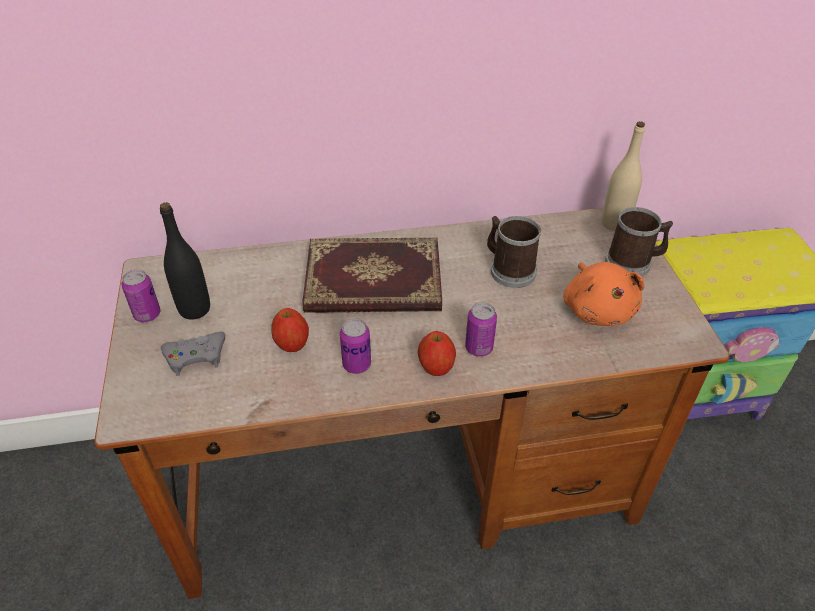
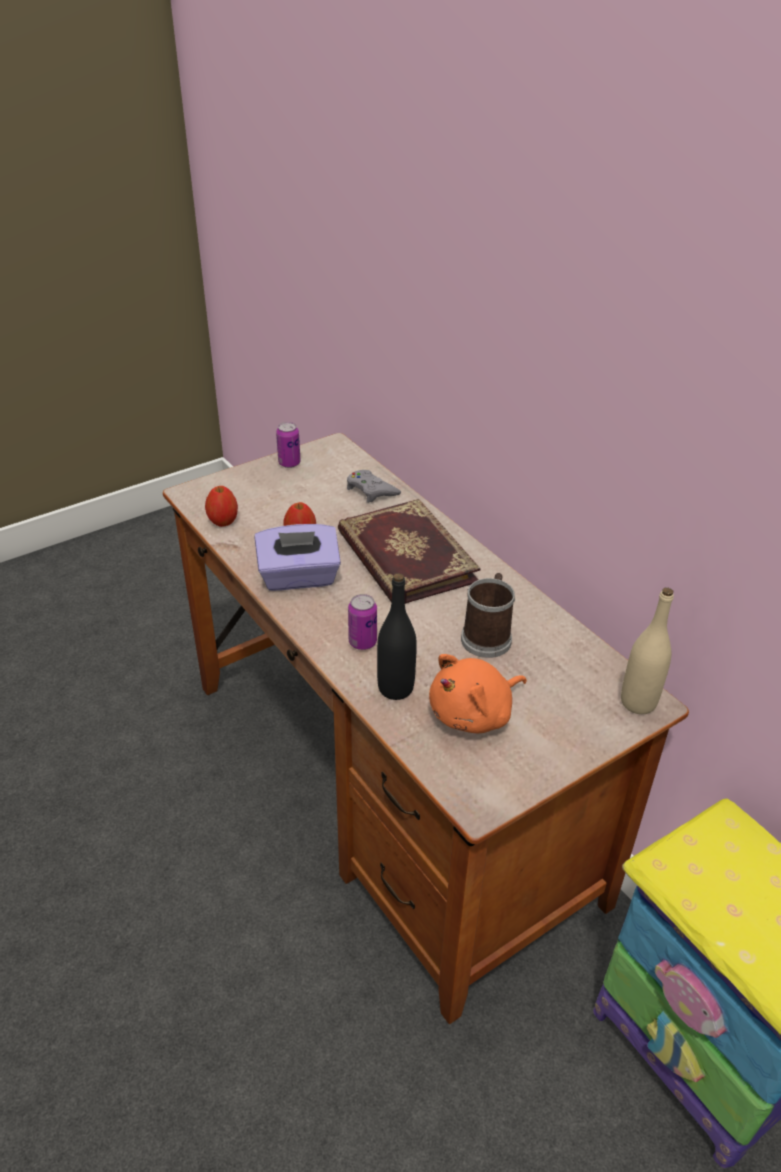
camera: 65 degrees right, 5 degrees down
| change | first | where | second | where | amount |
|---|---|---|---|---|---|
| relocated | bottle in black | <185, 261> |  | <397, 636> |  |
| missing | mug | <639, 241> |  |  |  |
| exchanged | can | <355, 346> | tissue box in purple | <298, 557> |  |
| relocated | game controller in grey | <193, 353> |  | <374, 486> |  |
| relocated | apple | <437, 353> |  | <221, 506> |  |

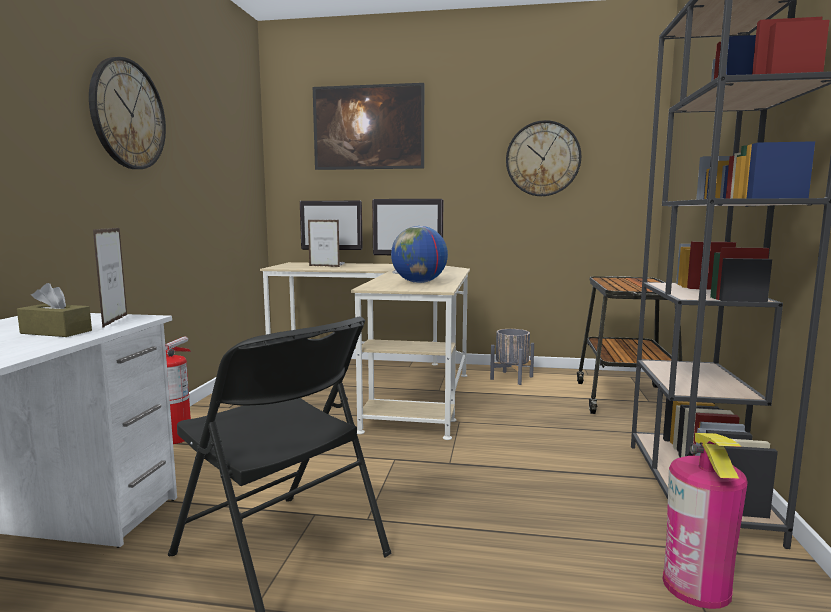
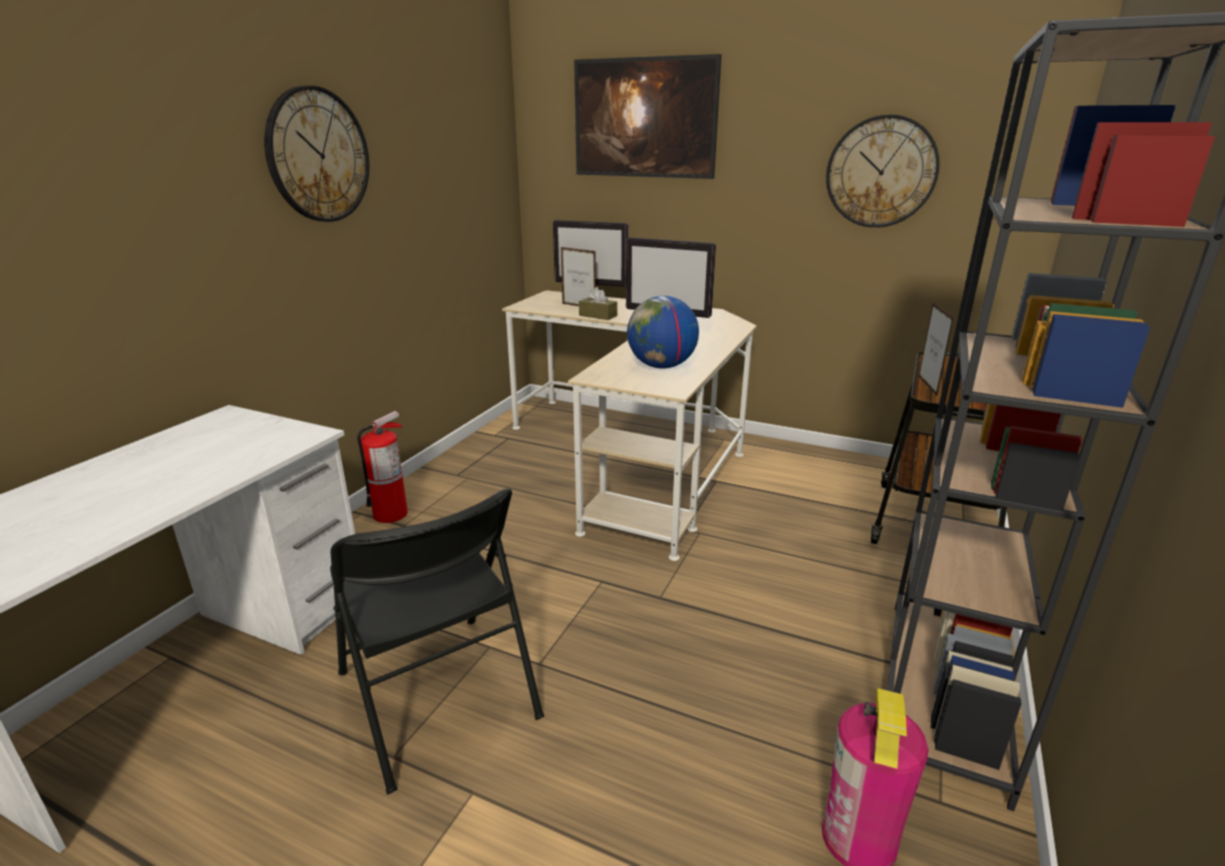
camera: 15 degrees right, 15 degrees up
| change | first | where | second | where | amount |
|---|---|---|---|---|---|
| relocated | picture frame | <110, 278> |  | <936, 349> |  |
| relocated | tissue box in brown | <54, 310> |  | <598, 303> |  |
| missing | planter in grey | <512, 357> |  |  |  |

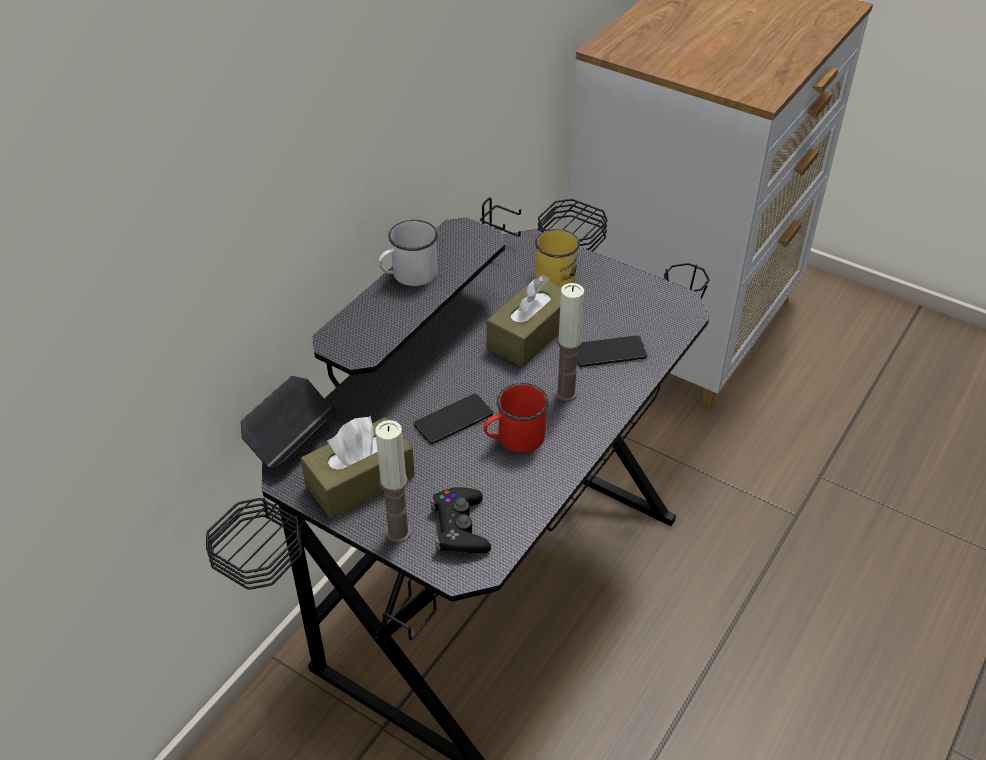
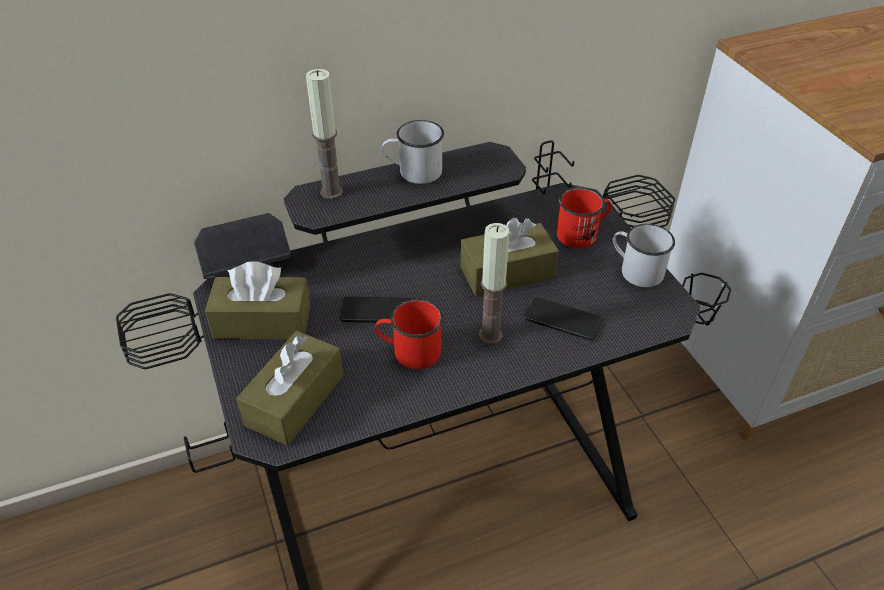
camera: 35 degrees right, 0 degrees up
| change | first | where | second | where | amount |
|---|---|---|---|---|---|
| colour | mug in yellow | <557, 258> | mug in red | <584, 218> |  |
| relocated | candle | <393, 481> |  | <324, 134> |  |
| exchanged | game controller in black | <460, 520> | tissue box in brown | <289, 388> |  |
| appeared |  |  | mug in white | <644, 255> |  |

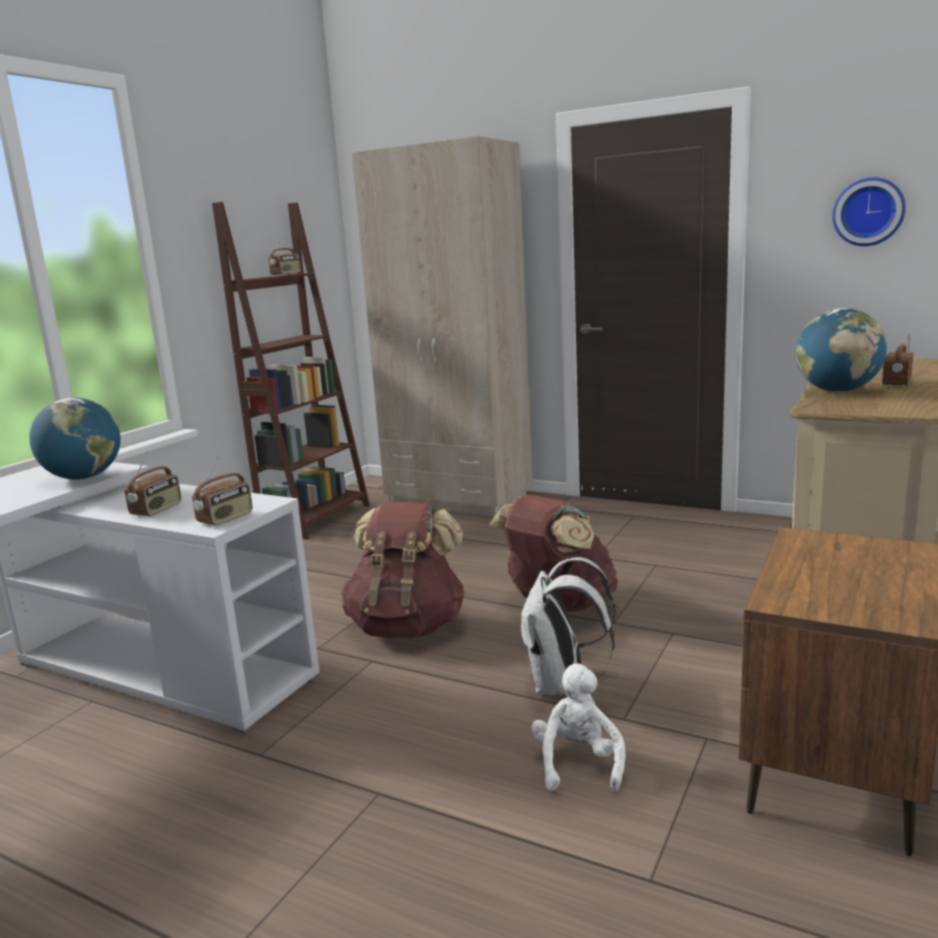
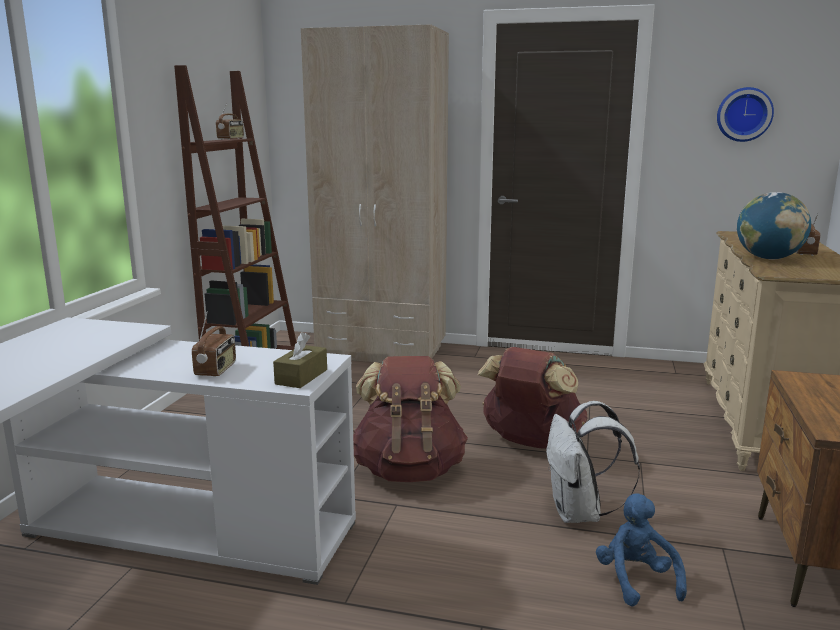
camera: 15 degrees left, 0 degrees up
| change | first | where | second | where | amount |
|---|---|---|---|---|---|
| missing | globe | <75, 439> |  |  |  |
| exchanged | radio | <222, 491> | tissue box in brown | <300, 360> |  |
| colour | plush toy in white | <579, 728> | plush toy in blue | <641, 549> |  |

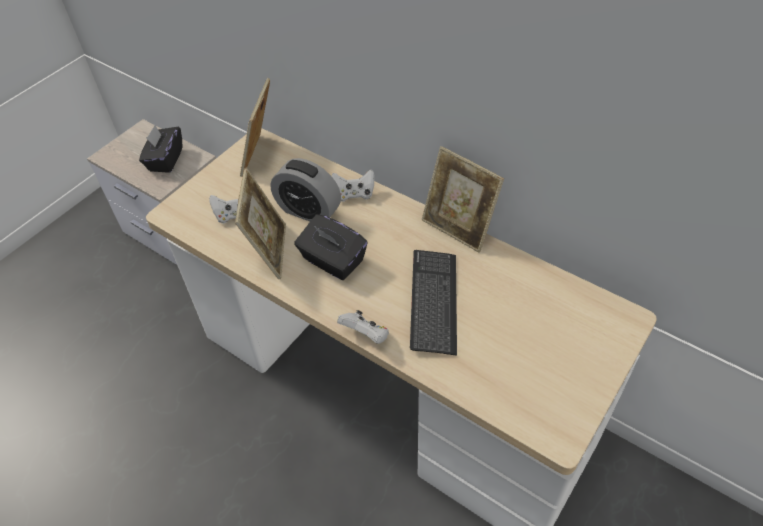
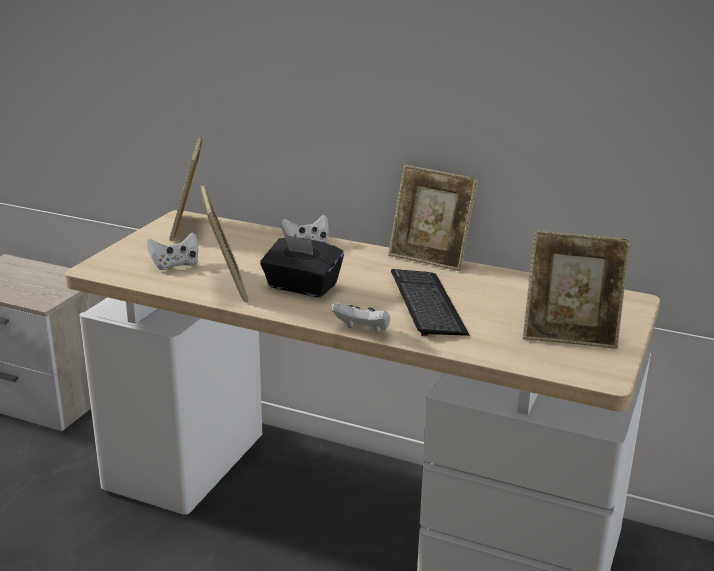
camera: 15 degrees left, 25 degrees down
| change | first | where | second | where | amount |
|---|---|---|---|---|---|
| missing | tissue box in black | <161, 149> |  |  |  |
| missing | alarm clock | <305, 189> |  |  |  |
| appeared |  |  | picture frame | <577, 289> |  |

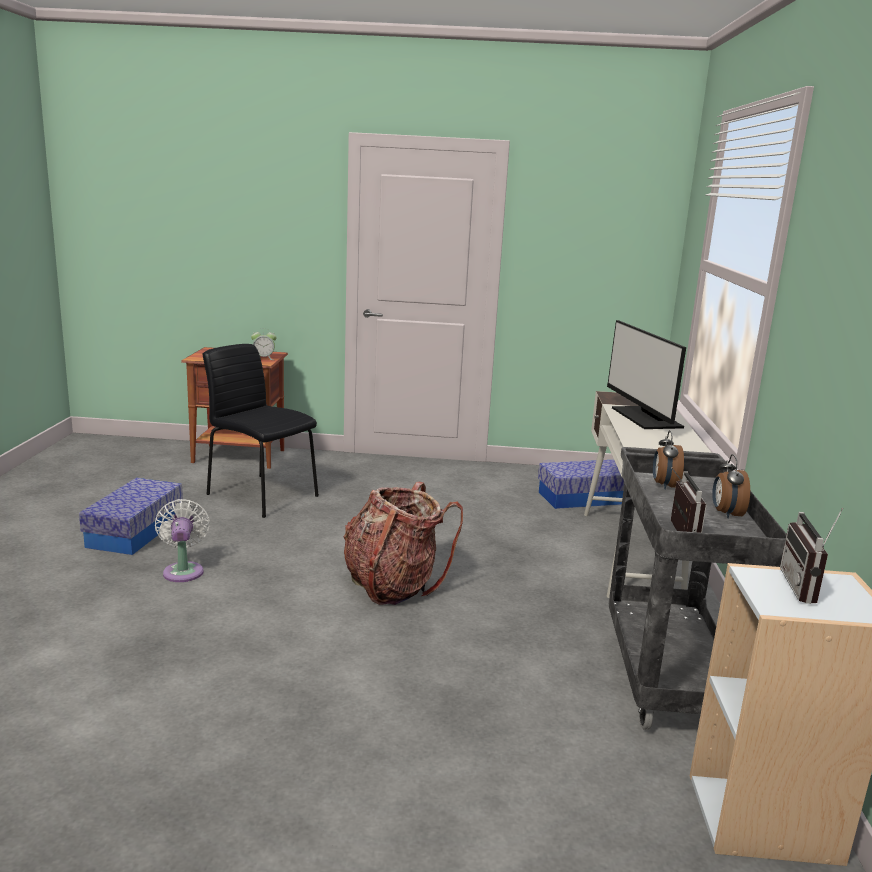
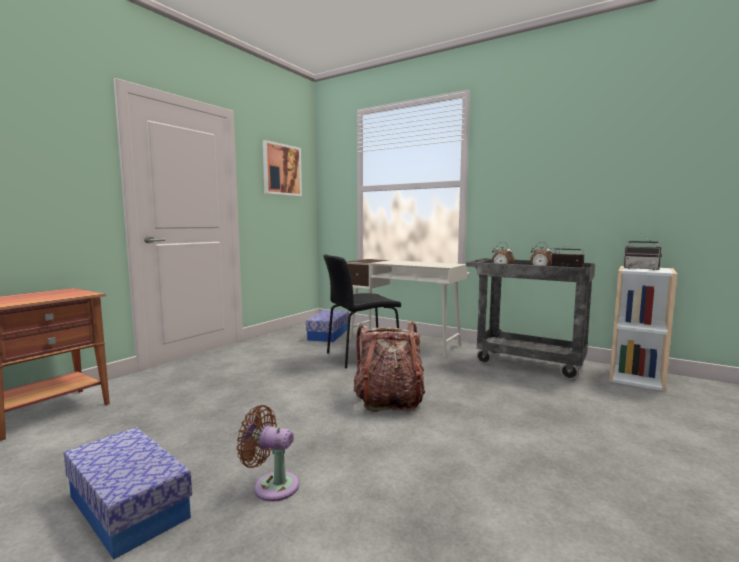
camera: 60 degrees left, 10 degrees down
| change | first | where | second | where | amount |
|---|---|---|---|---|---|
| missing | monitor | <646, 374> |  |  |  |
| missing | alarm clock | <264, 344> |  |  |  |
| relocated | chair in black | <261, 431> |  | <362, 311> |  |
| colour | fan in white | <182, 540> | fan in brown | <268, 453> |  |
| appeared |  |  | picture | <282, 168> |  |

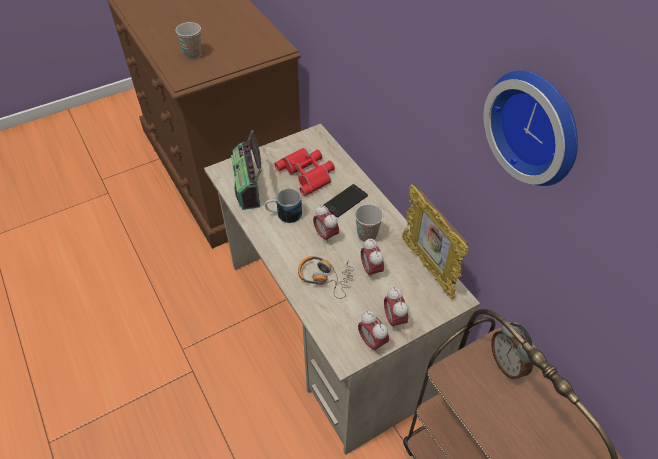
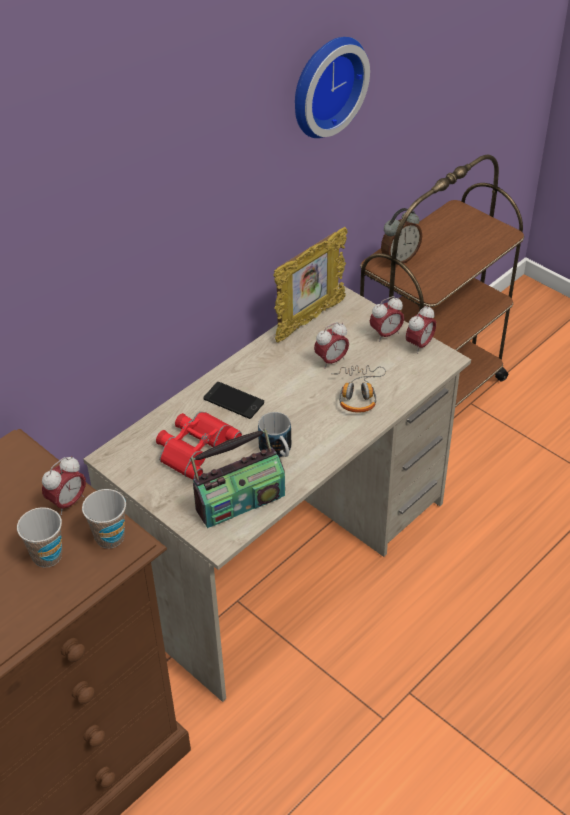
camera: 105 degrees left, 5 degrees down
| change | first | where | second | where | amount |
|---|---|---|---|---|---|
| relocated | cup | <369, 223> |  | <104, 519> |  |
| relocated | alarm clock | <326, 224> |  | <64, 485> |  |

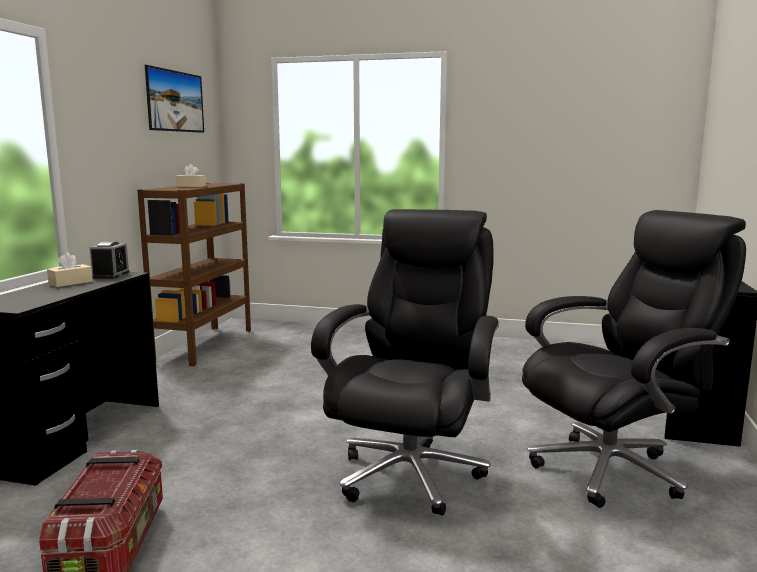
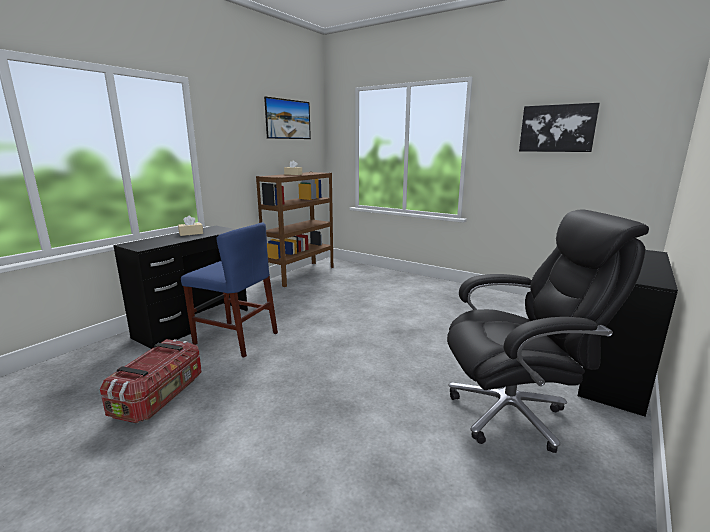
camera: 20 degrees right, 5 degrees up
| change | first | where | second | where | amount |
|---|---|---|---|---|---|
| missing | office chair in black | <405, 362> |  |  |  |
| missing | alarm clock | <109, 260> |  |  |  |
| appeared |  |  | picture | <559, 127> |  |
| appeared |  |  | chair in blue | <229, 290> |  |

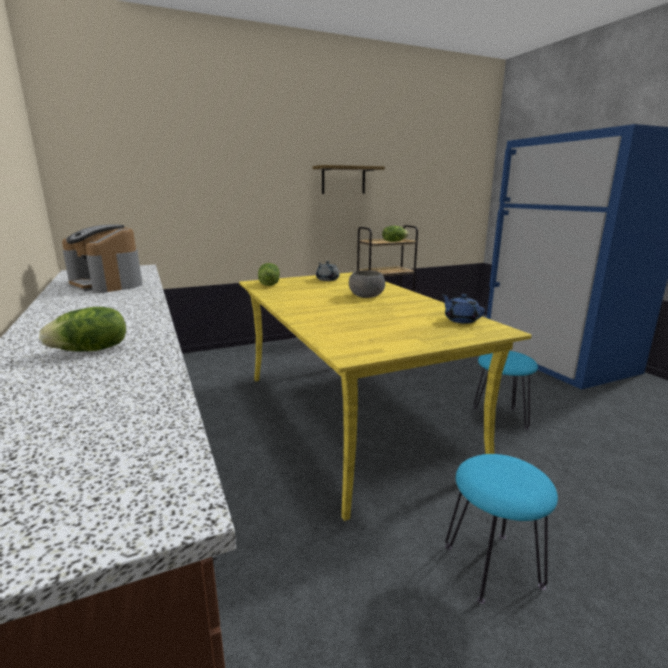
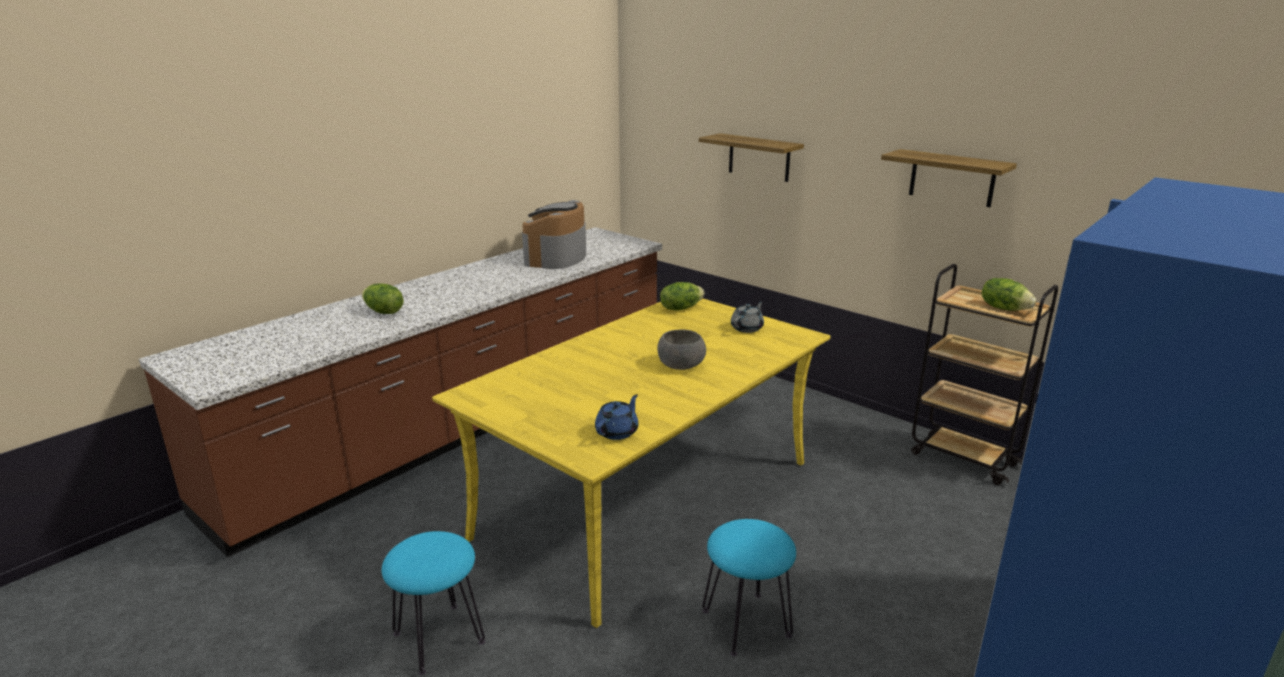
camera: 65 degrees right, 5 degrees up
| change | first | where | second | where | amount |
|---|---|---|---|---|---|
| appeared |  |  | shelf | <751, 157> |  |

